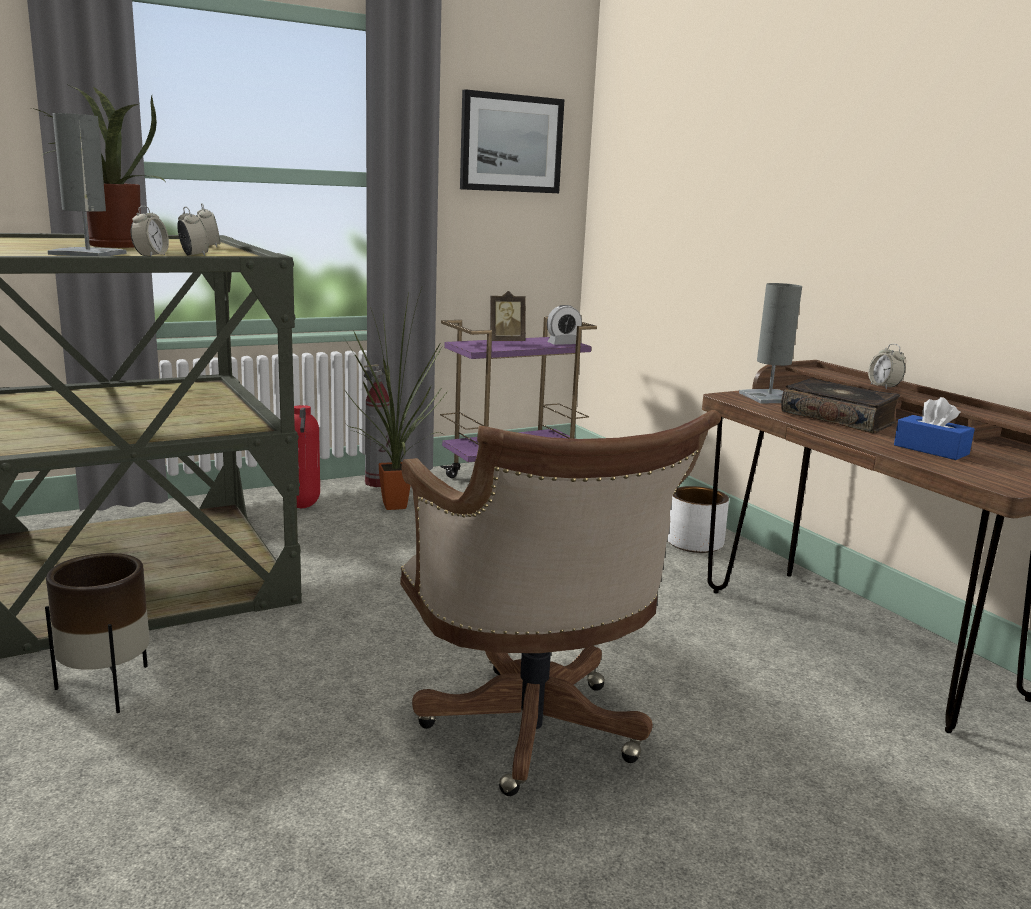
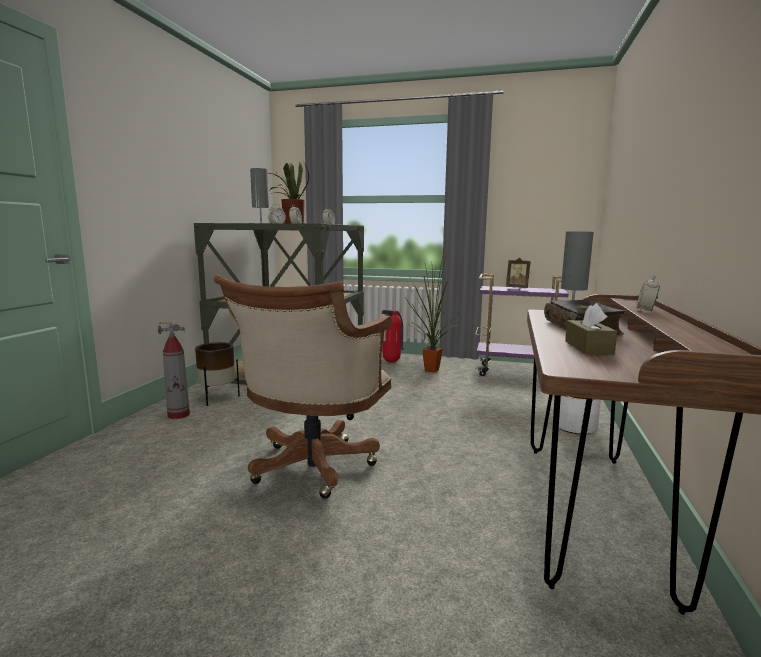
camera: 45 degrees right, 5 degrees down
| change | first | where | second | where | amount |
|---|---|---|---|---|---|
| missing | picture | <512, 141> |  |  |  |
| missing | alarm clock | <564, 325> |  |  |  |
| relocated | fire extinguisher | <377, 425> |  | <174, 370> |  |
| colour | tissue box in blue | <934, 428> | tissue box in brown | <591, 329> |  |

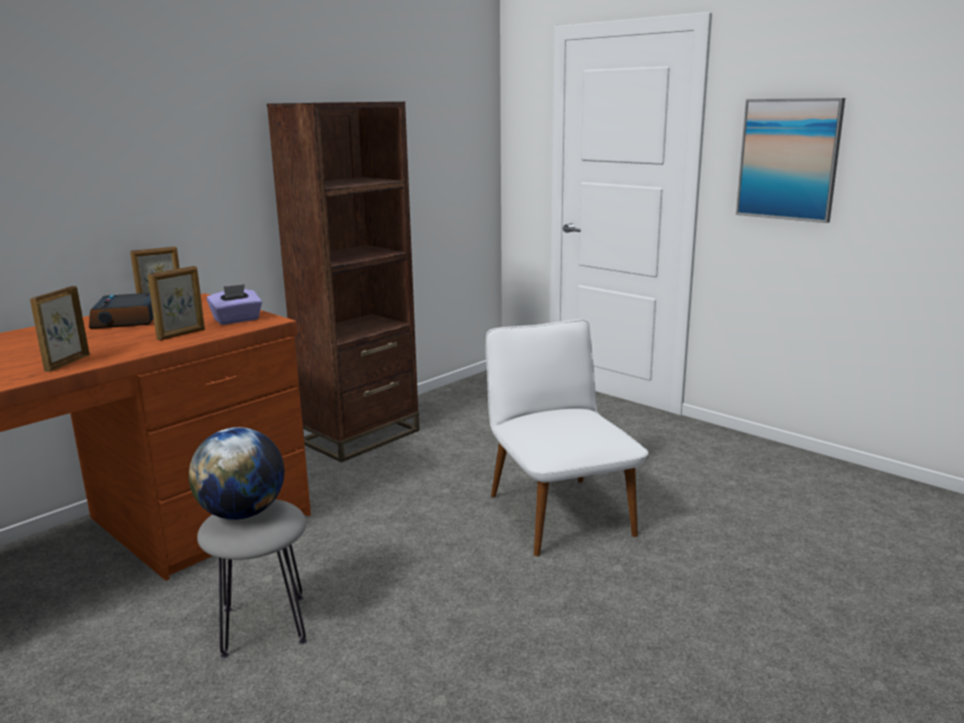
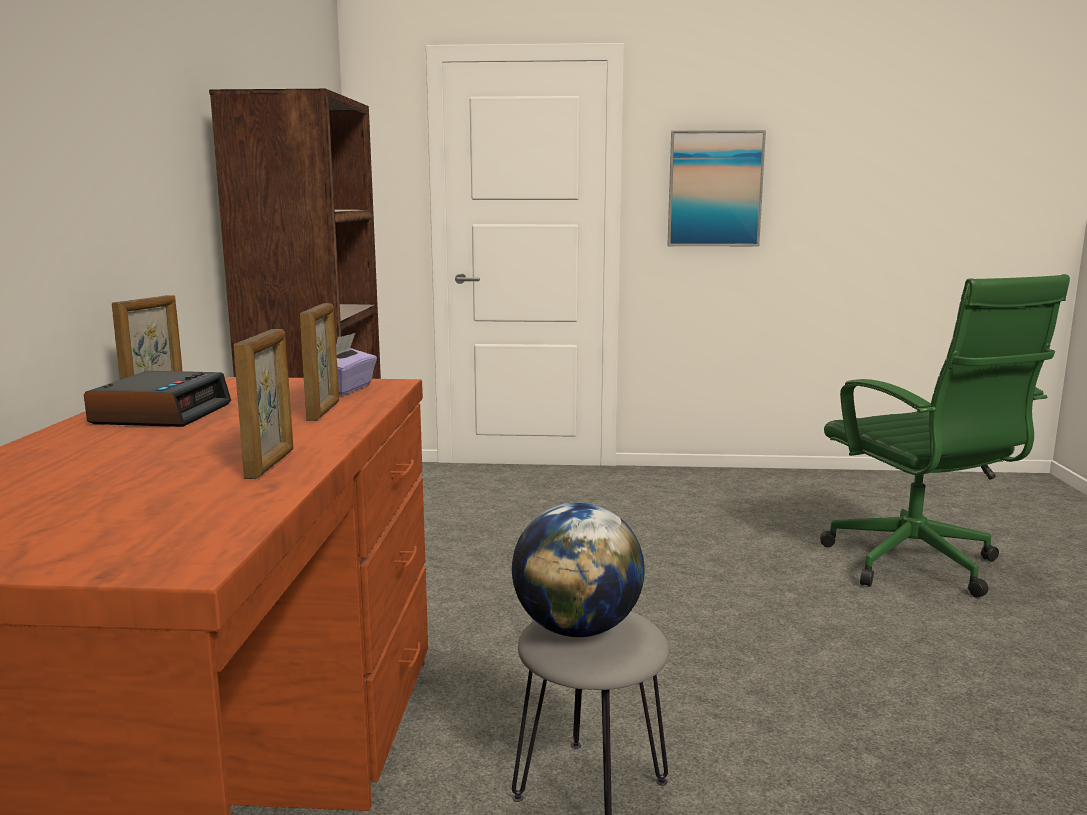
camera: 40 degrees left, 5 degrees down
| change | first | where | second | where | amount |
|---|---|---|---|---|---|
| spun | picture frame | <60, 329> |  | <263, 404> | 150 degrees counterclockwise |
| spun | alarm clock | <121, 311> |  | <157, 399> | 120 degrees counterclockwise |
| missing | chair in white | <567, 437> |  |  |  |
| appeared |  |  | office chair in green | <945, 436> |  |

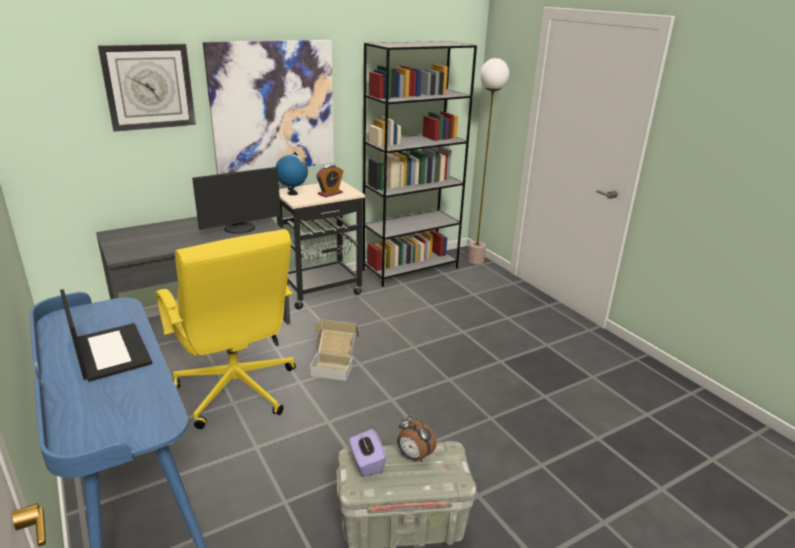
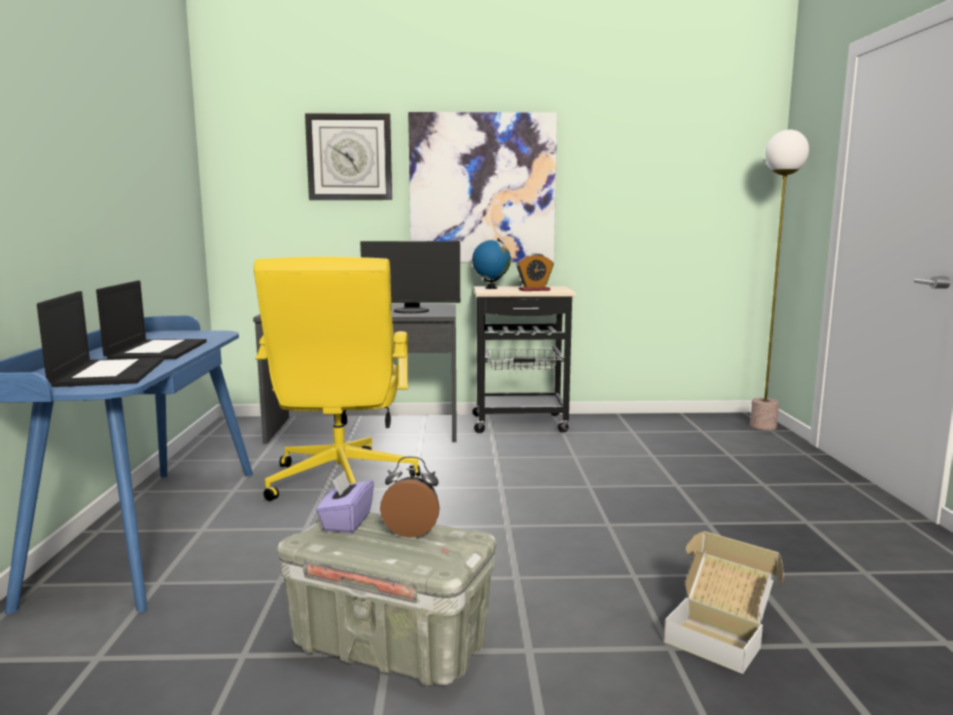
camera: 30 degrees right, 15 degrees down
| change | first | where | second | where | amount |
|---|---|---|---|---|---|
| missing | bookcase in grey | <420, 164> |  |  |  |
| relocated | cardboard box | <334, 350> |  | <724, 602> |  |
| spun | alarm clock | <417, 438> |  | <410, 496> | 120 degrees clockwise |
| appeared |  |  | laptop | <100, 339> |  |

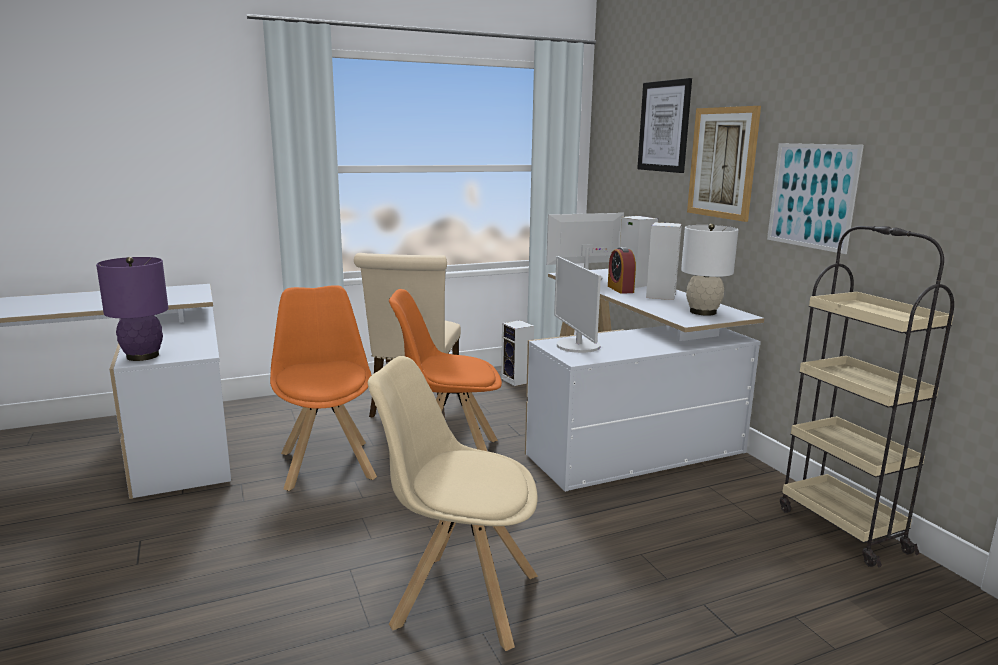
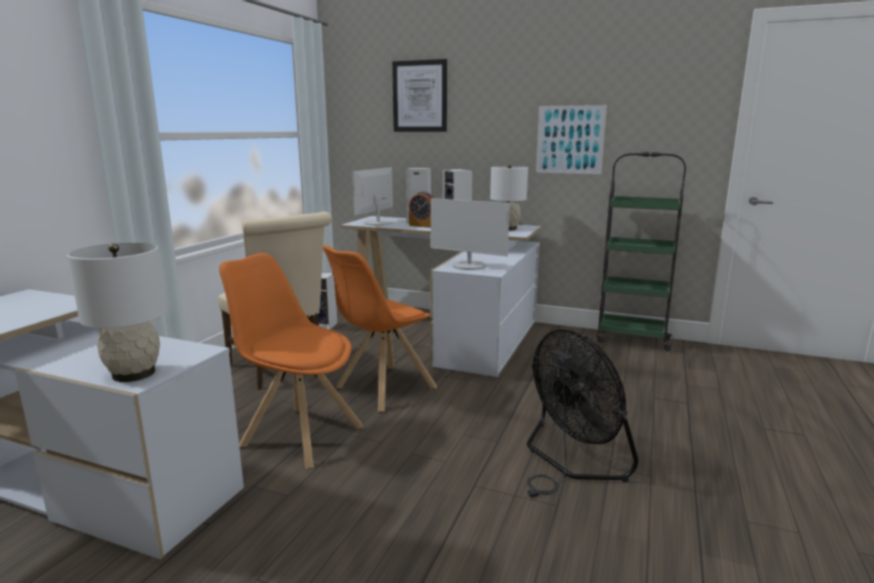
camera: 45 degrees left, 0 degrees up
| change | first | where | second | where | amount |
|---|---|---|---|---|---|
| missing | picture | <724, 164> |  |  |  |
| colour | cart in beige | <867, 397> | cart in green | <641, 251> |  |
| colour | table lamp in purple | <132, 309> | table lamp in white | <117, 312> |  |
| exchanged | chair in beige | <453, 503> | fan in black | <582, 414> |  |

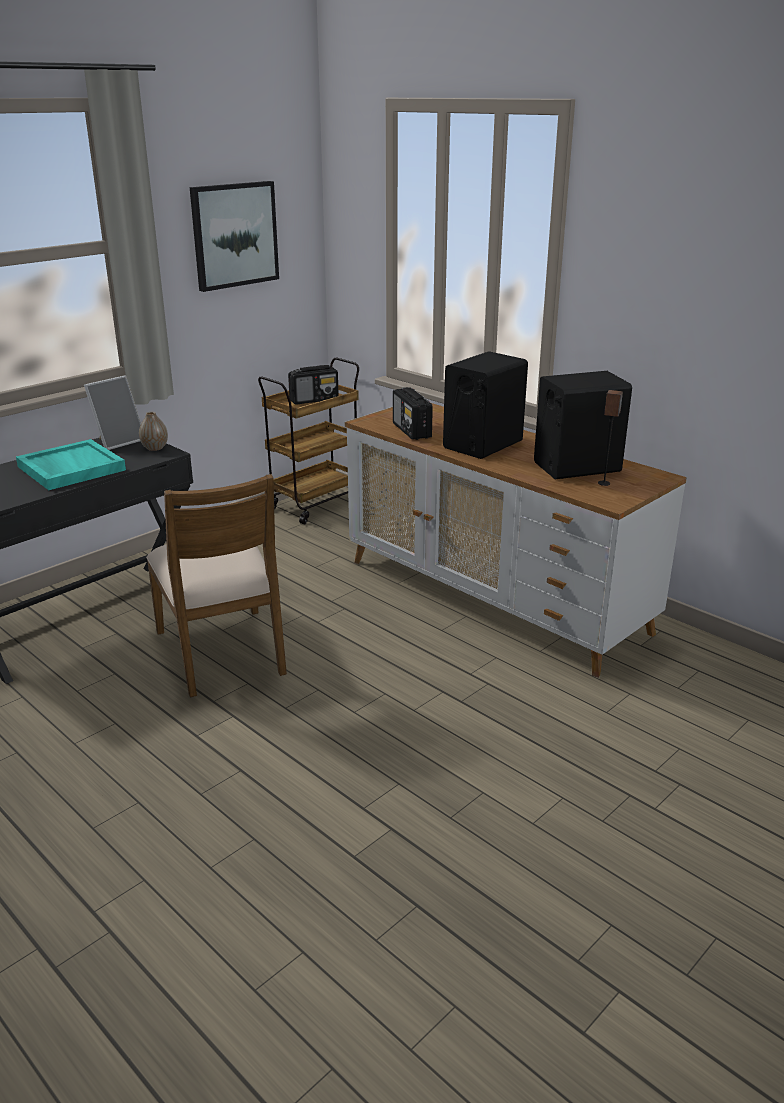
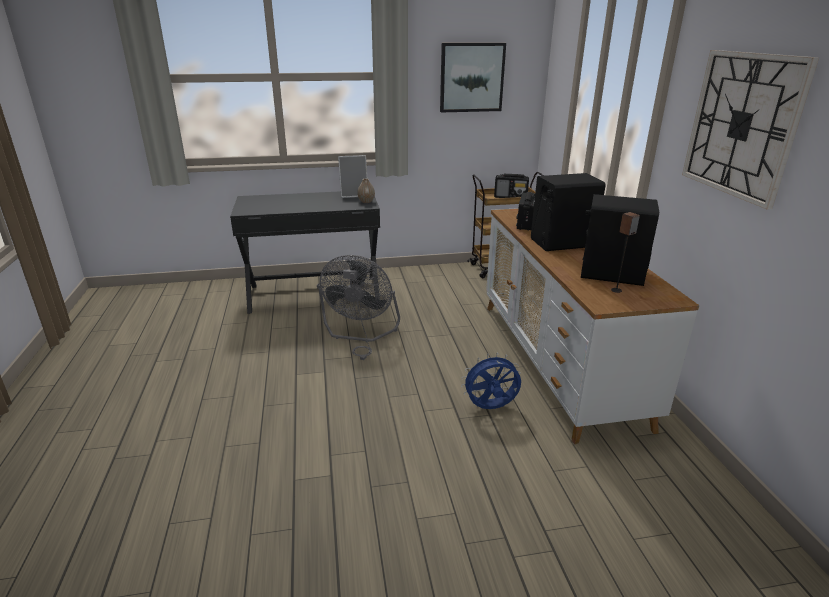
camera: 35 degrees right, 0 degrees up
| change | first | where | second | where | amount |
|---|---|---|---|---|---|
| missing | tray in turquoise | <71, 464> |  |  |  |
| exchanged | chair in brown | <216, 585> | fan in grey | <358, 307> |  |
| appeared |  |  | wall clock | <750, 129> |  |
| appeared |  |  | fan in blue | <491, 381> |  |

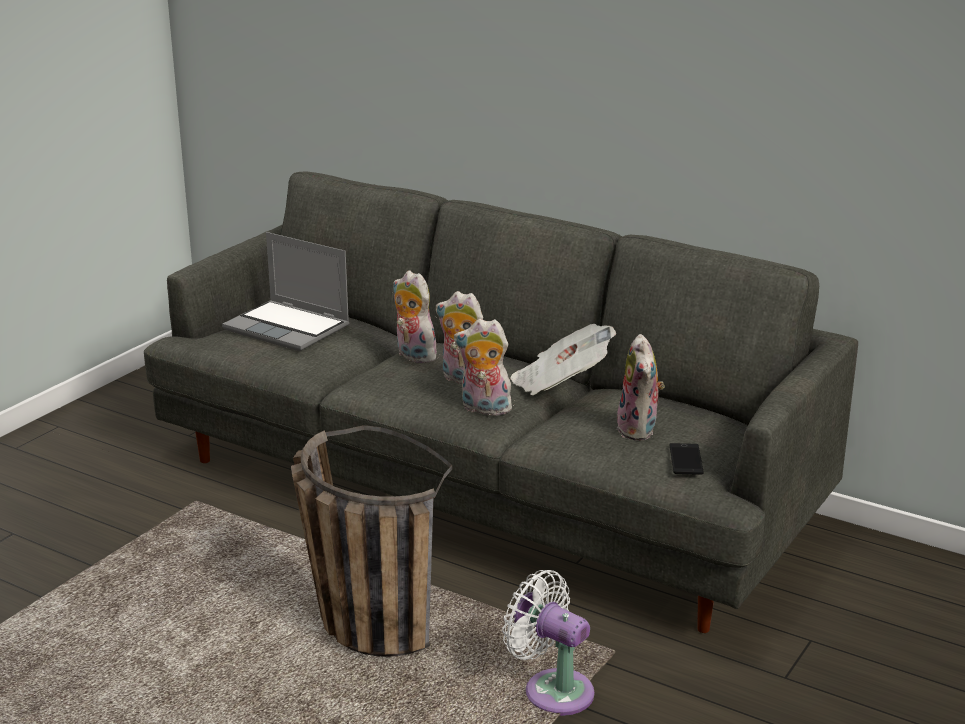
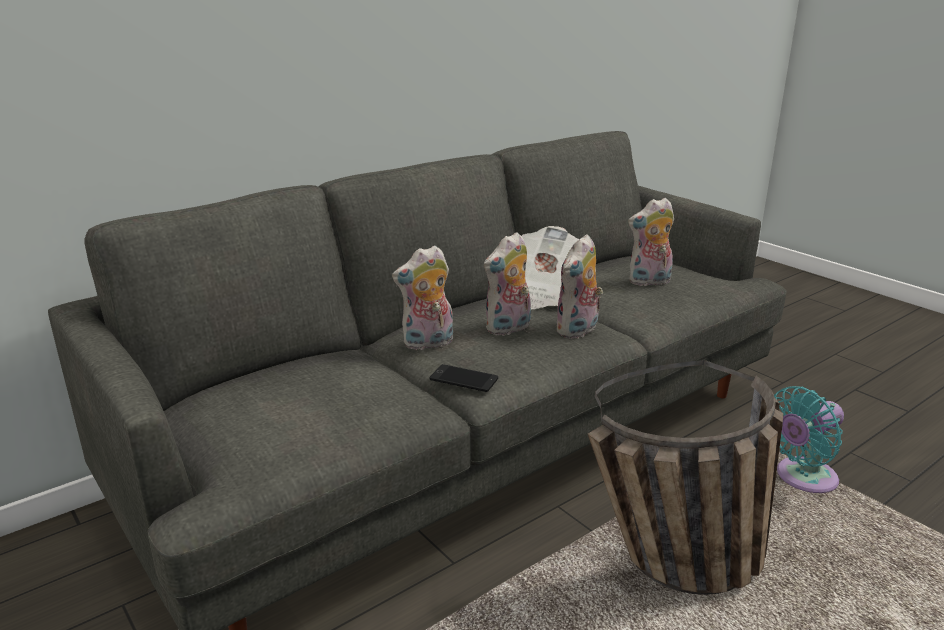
camera: 70 degrees left, 0 degrees up
| change | first | where | second | where | amount |
|---|---|---|---|---|---|
| missing | laptop | <285, 291> |  |  |  |
| spun | plush toy | <640, 387> |  | <651, 242> | 150 degrees clockwise |
| relocated | phone | <686, 459> |  | <463, 378> |  |
| colour | fan in white | <548, 643> | fan in turquoise | <809, 439> |  |

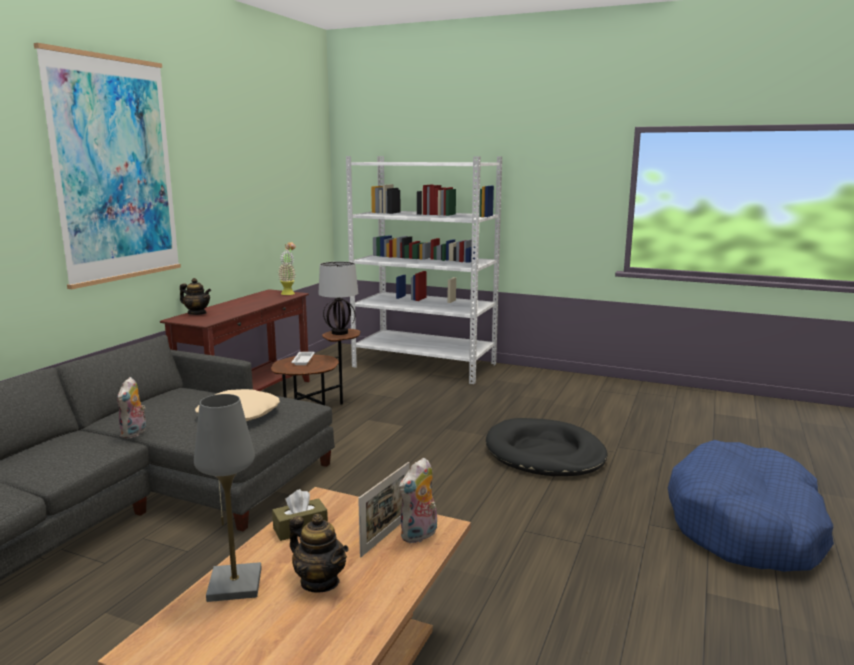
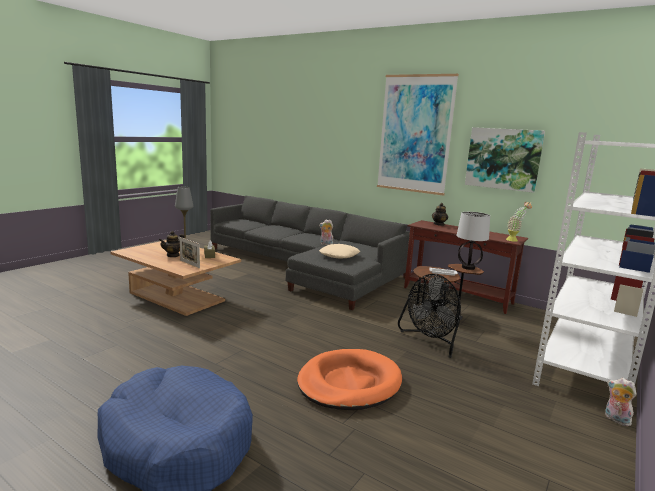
camera: 100 degrees right, 0 degrees up
| change | first | where | second | where | amount |
|---|---|---|---|---|---|
| colour | dog bed in black | <546, 447> | dog bed in orange | <349, 379> |  |
| relocated | plush toy | <418, 500> |  | <621, 402> |  |
| appeared |  |  | picture | <505, 160> |  |
| appeared |  |  | fan in black | <430, 316> |  |

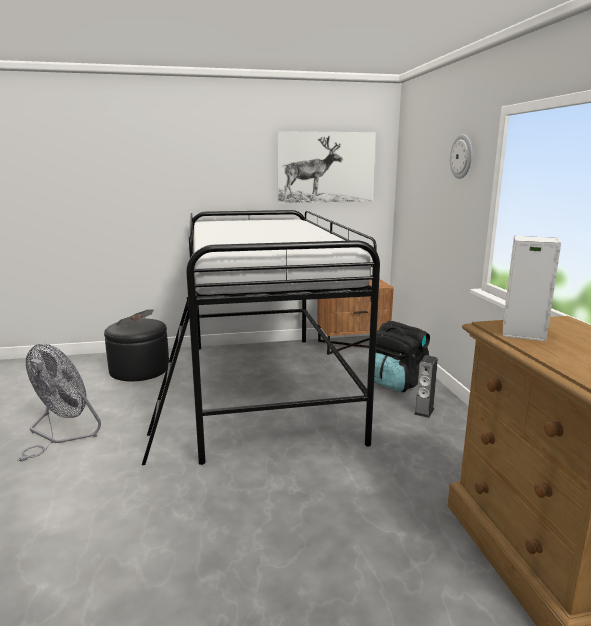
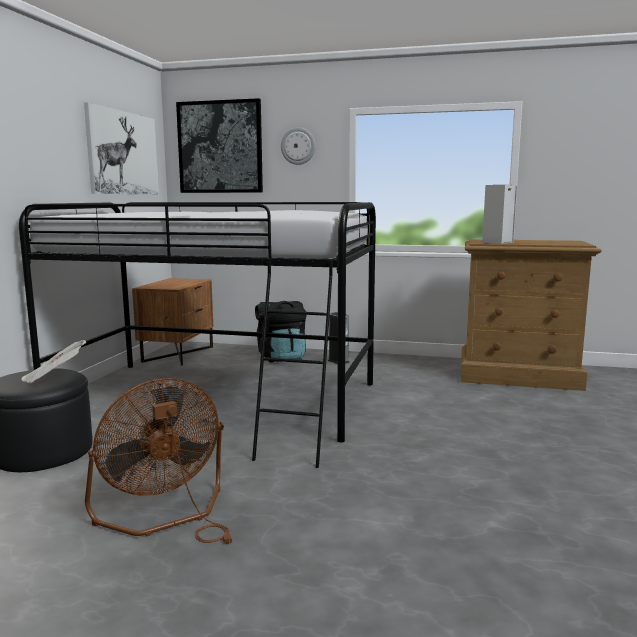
camera: 65 degrees left, 5 degrees down
| change | first | where | second | where | amount |
|---|---|---|---|---|---|
| colour | fan in grey | <59, 403> | fan in brown | <158, 461> |  |
| appeared |  |  | picture | <219, 145> |  |

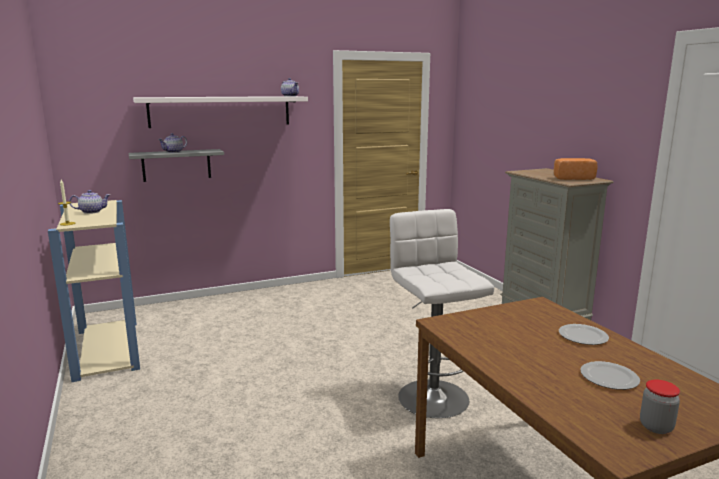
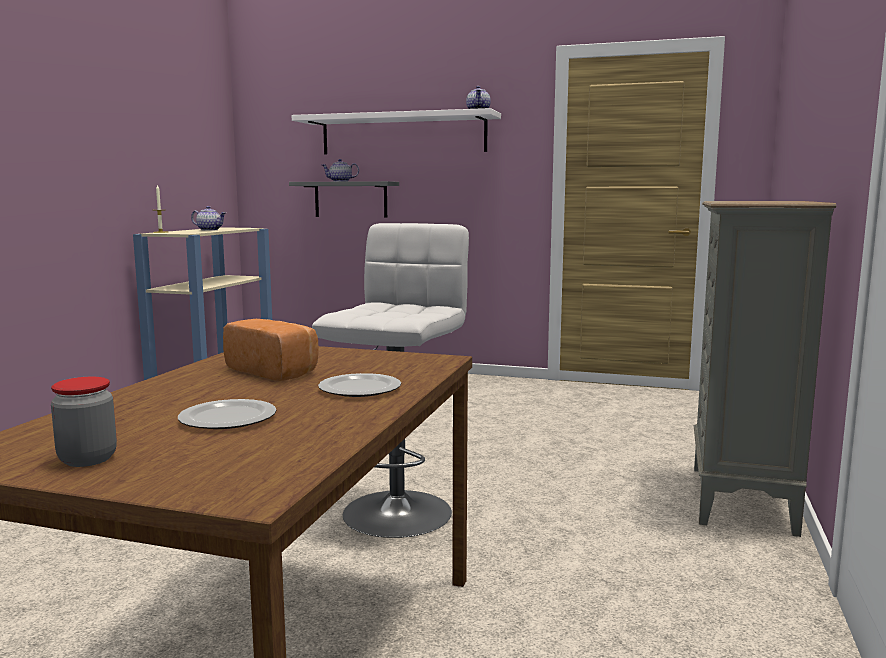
camera: 40 degrees right, 5 degrees down
| change | first | where | second | where | amount |
|---|---|---|---|---|---|
| relocated | bread | <575, 169> |  | <271, 350> |  |

